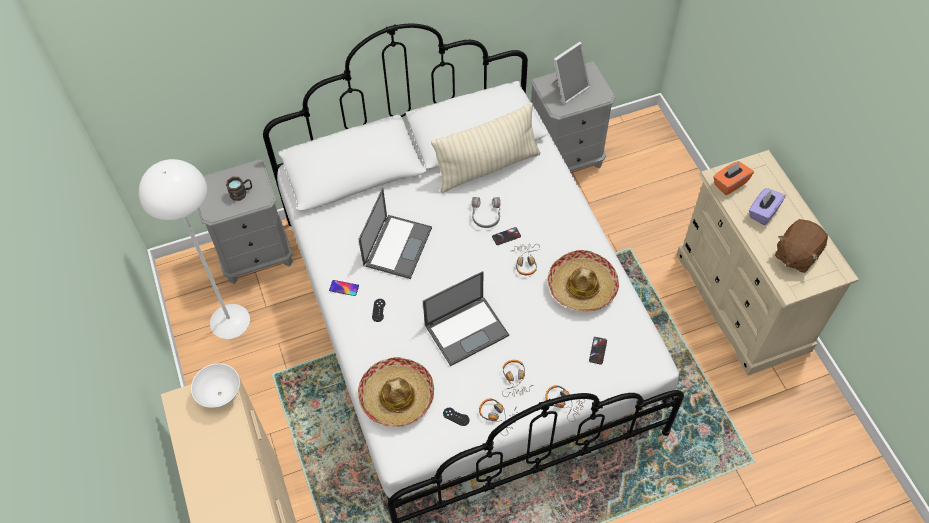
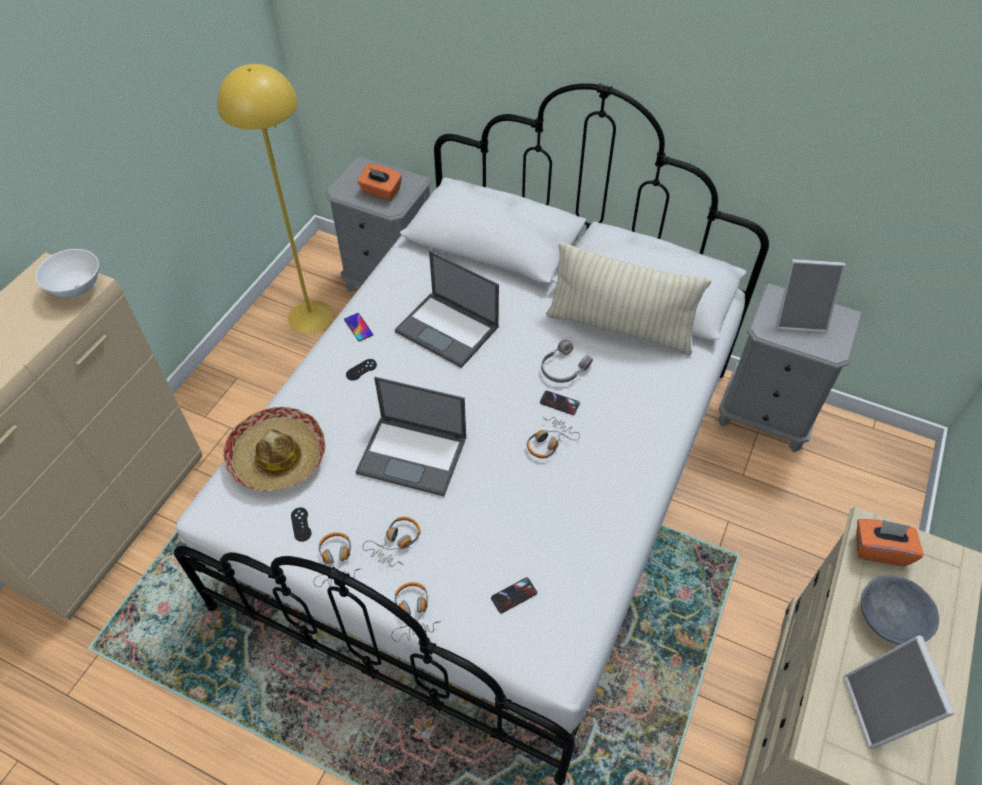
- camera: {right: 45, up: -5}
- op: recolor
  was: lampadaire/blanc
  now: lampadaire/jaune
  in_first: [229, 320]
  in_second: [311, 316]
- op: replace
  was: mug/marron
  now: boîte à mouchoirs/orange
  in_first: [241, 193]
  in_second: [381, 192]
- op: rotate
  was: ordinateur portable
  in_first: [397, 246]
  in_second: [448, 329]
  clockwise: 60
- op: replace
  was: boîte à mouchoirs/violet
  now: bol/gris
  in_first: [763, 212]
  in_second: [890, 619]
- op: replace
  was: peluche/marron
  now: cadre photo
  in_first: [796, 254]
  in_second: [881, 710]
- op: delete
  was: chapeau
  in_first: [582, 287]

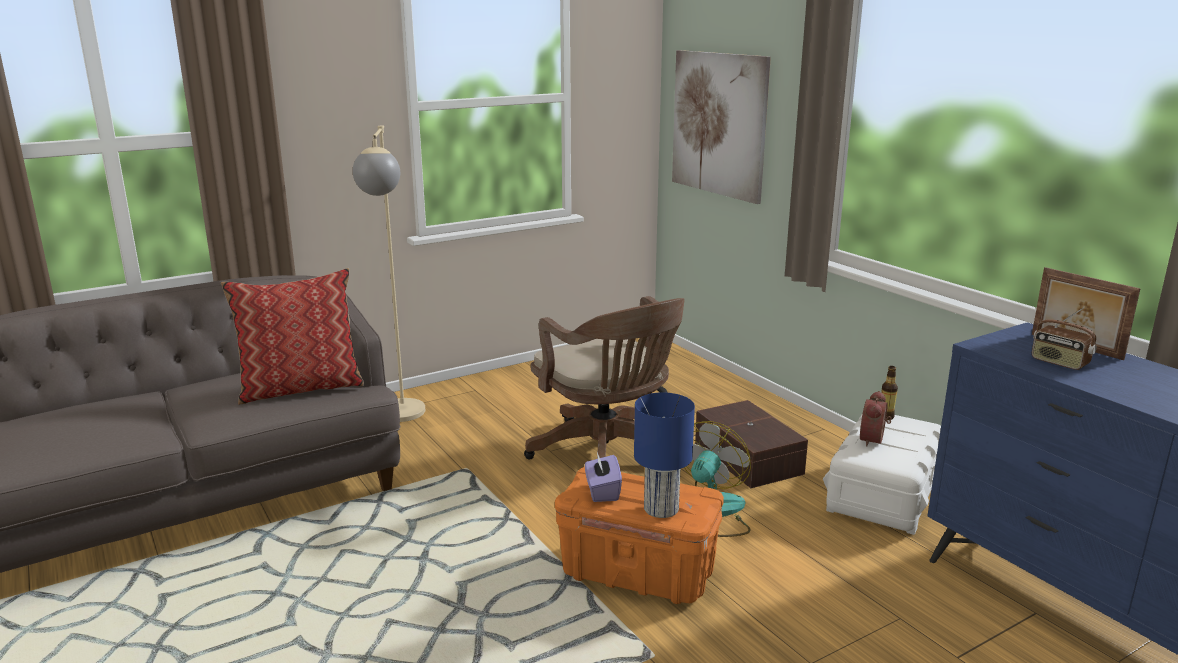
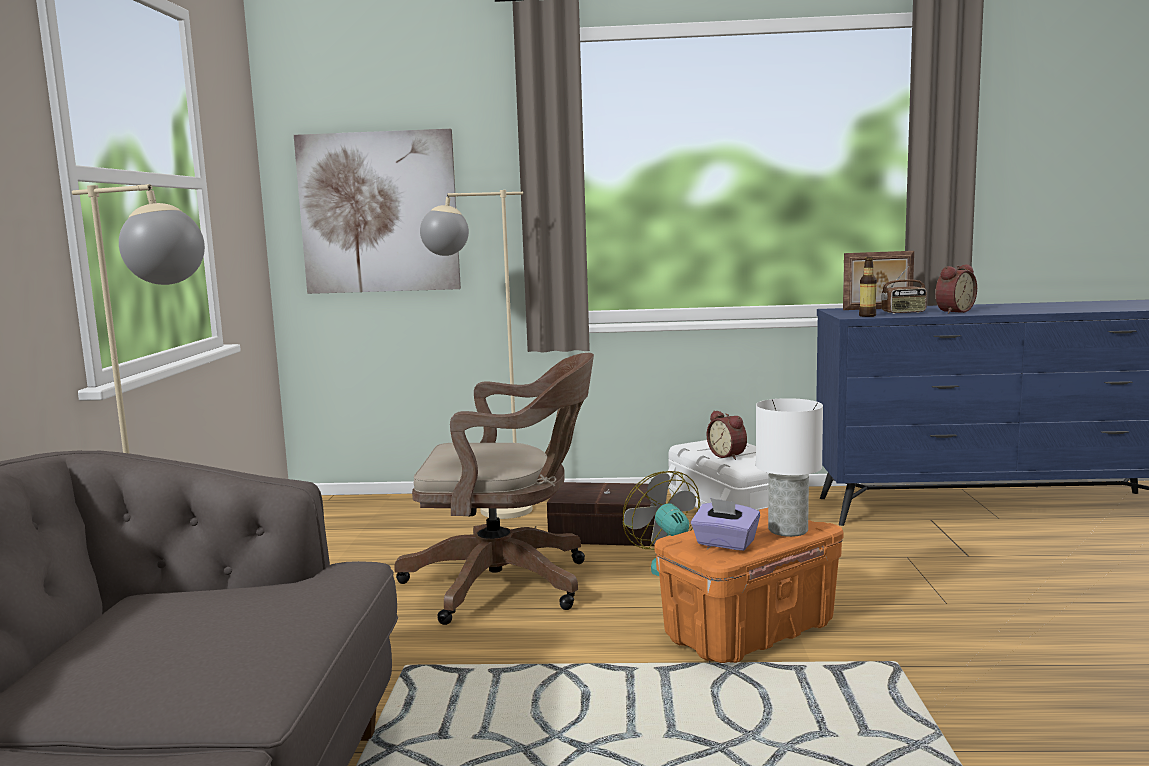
- camera: {right: -55, up: -10}
- op: delete
  was: coussin
  in_first: [301, 388]
- op: move
  was: bouteille
  in_first: [885, 417]
  in_second: [867, 316]
- op: recolor
  was: lampe de table/bleu
  now: lampe de table/blanc
  in_first: [660, 509]
  in_second: [787, 530]
- op: insert
  now: lampadaire/beige
  in_second: [487, 512]
- op: insert
  now: réveil
  in_second: [952, 311]

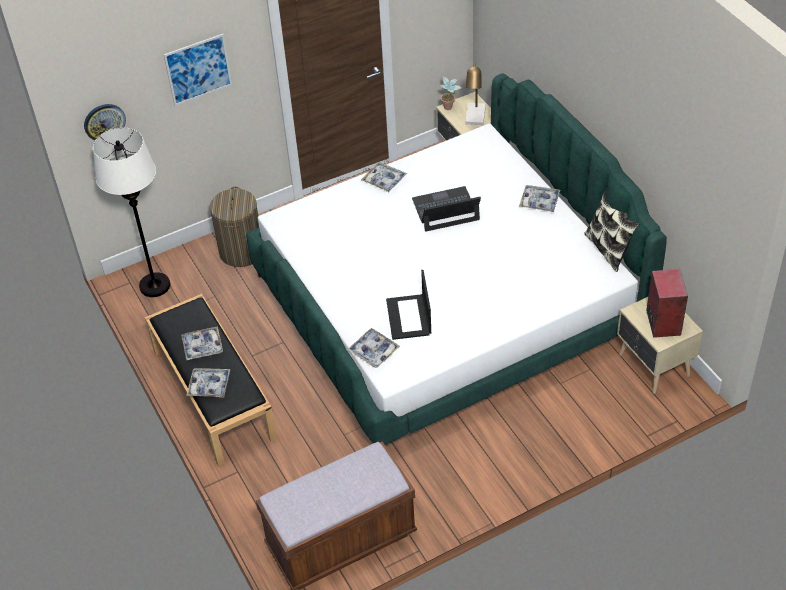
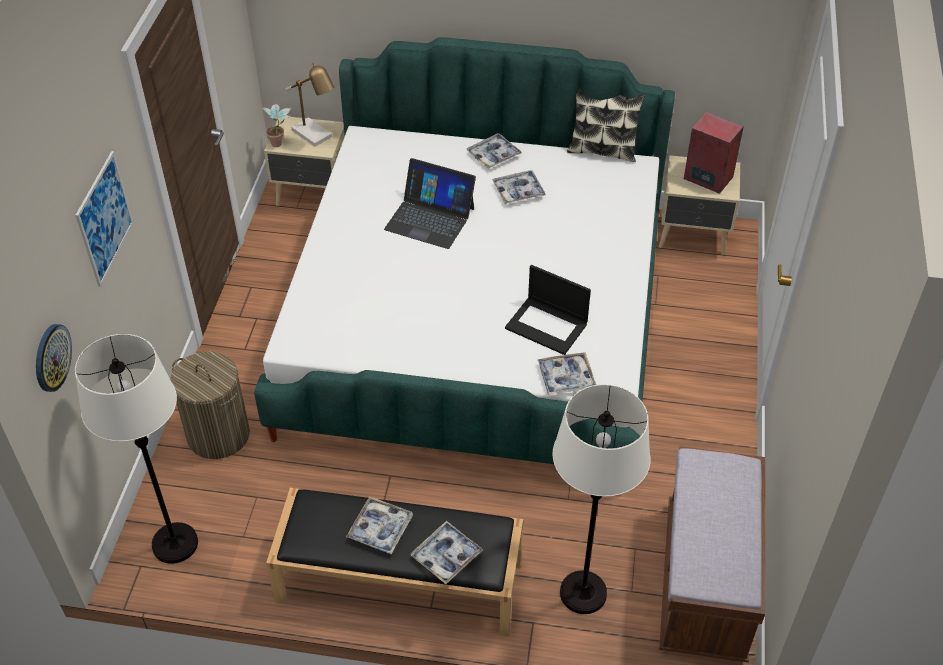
- camera: {right: -55, up: 0}
- op: move
  was: plateau
  in_first: [384, 180]
  in_second: [518, 191]
- op: rotate
  was: ordinateur portable
  in_first: [445, 210]
  in_second: [430, 218]
  clockwise: -90
- op: insert
  now: lampadaire/blanc
  in_second: [582, 593]

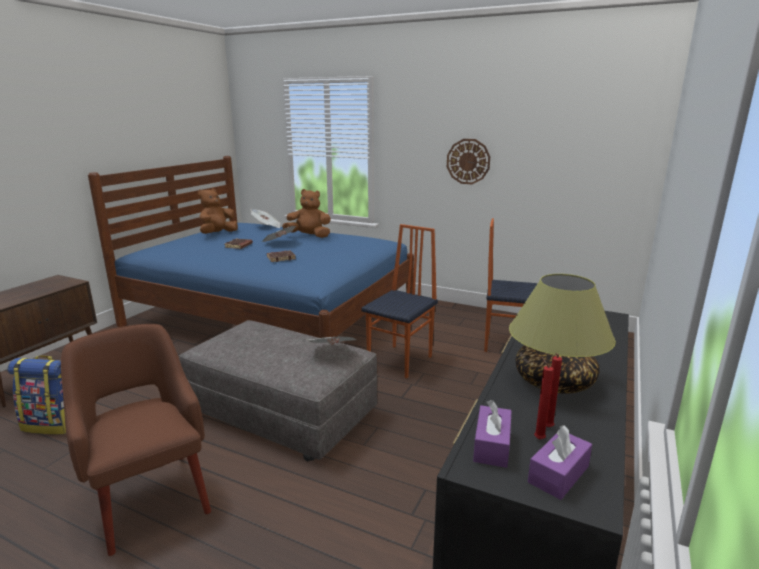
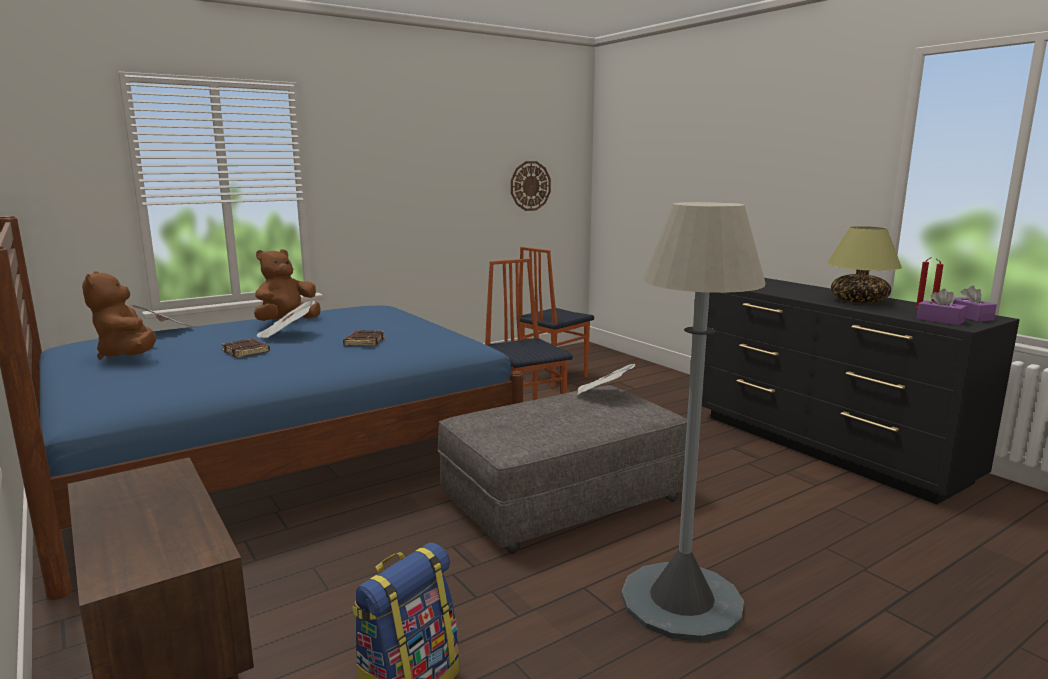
- camera: {right: -60, up: -5}
- op: move
  was: horloge murale
  in_first: [468, 161]
  in_second: [530, 186]
- op: replace
  was: fauteuil/marron
  now: lampadaire/gris
  in_first: [150, 498]
  in_second: [681, 601]

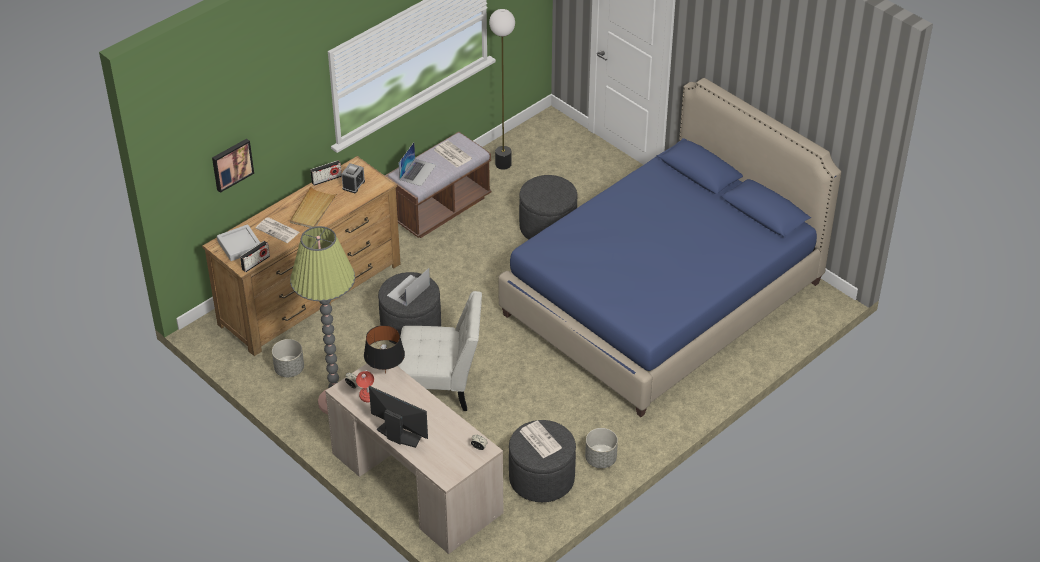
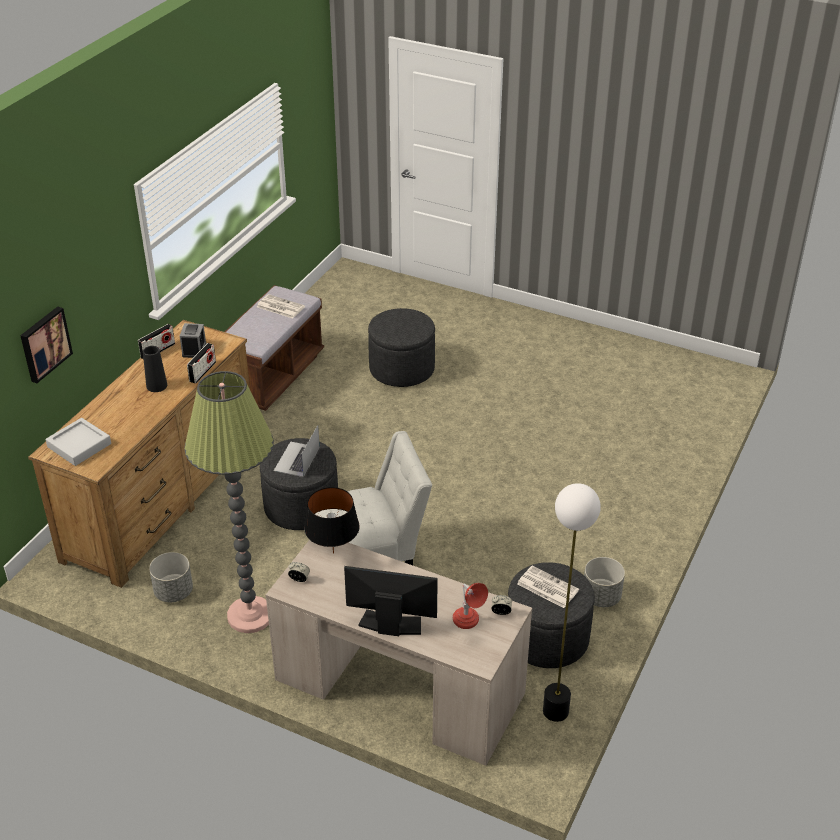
- camera: {right: -20, up: -5}
- op: move
  was: lampadaire
  in_first: [503, 164]
  in_second: [555, 710]
- op: delete
  was: lit/bleu
  in_first: [662, 298]
- op: delete
  was: ordinateur portable
  in_first: [417, 172]
- op: replace
  was: plateau/beige
  now: vase/noir
  in_first: [313, 210]
  in_second: [156, 386]
- op: delete
  was: journal
  in_first: [278, 230]
- op: move
  was: radio
  in_first: [256, 263]
  in_second: [202, 372]
- op: move
  was: lampe de table/rouge
  in_first: [368, 400]
  in_second: [468, 625]

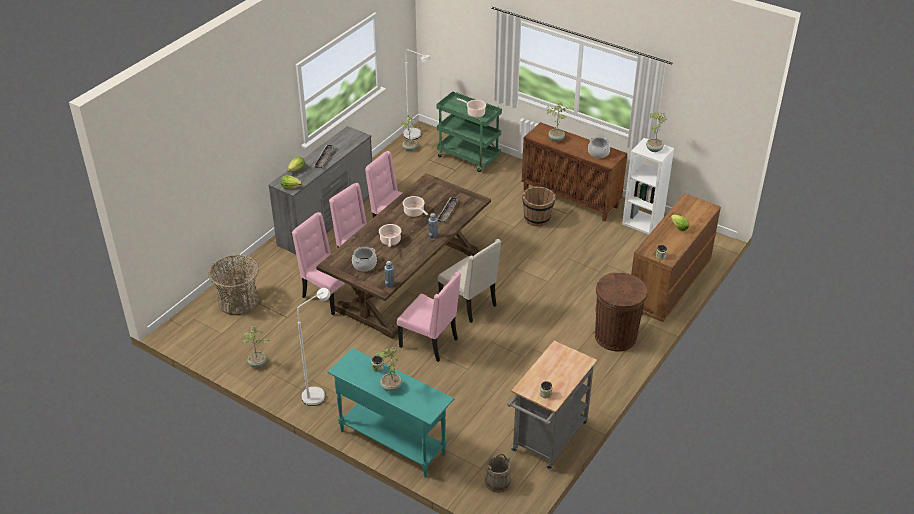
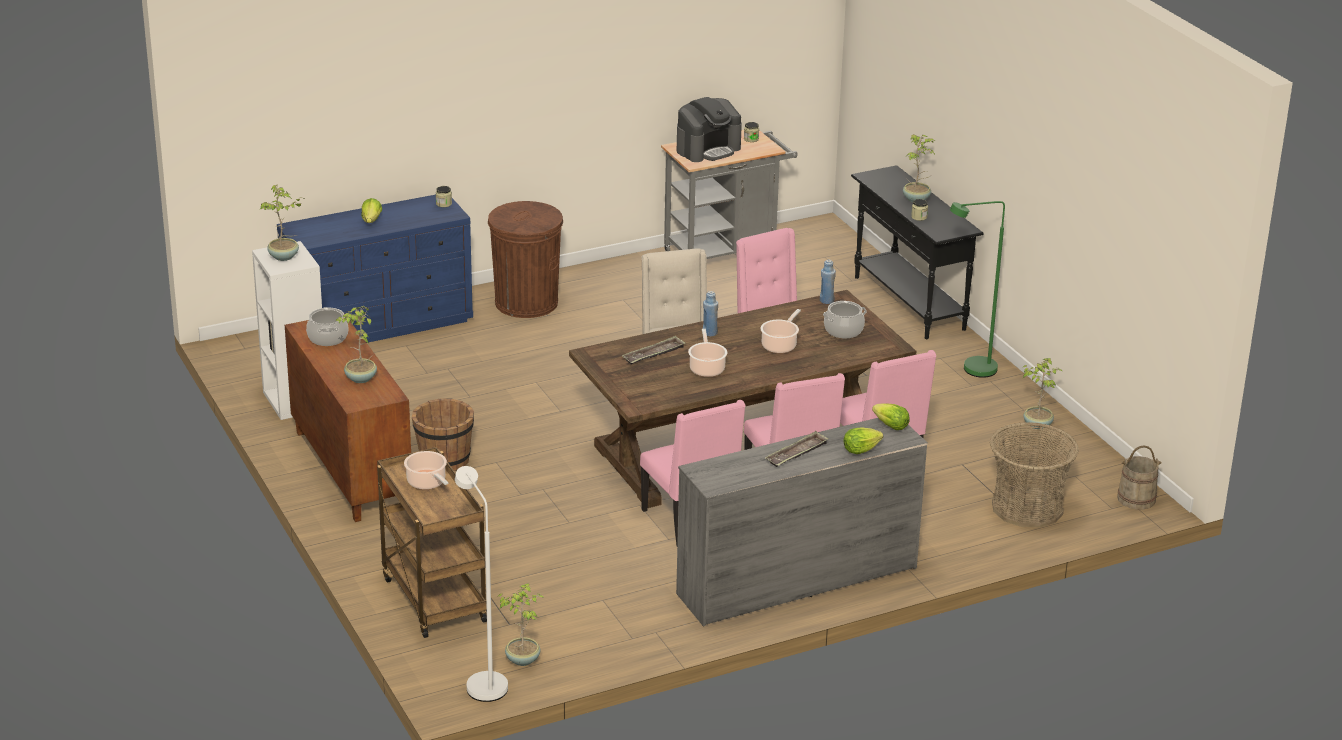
- camera: {right: -150, up: -10}
- op: recolor
  was: chariot/vert
  now: chariot/marron
  in_first: [469, 158]
  in_second: [432, 598]
- op: recolor
  was: commode/marron
  now: commode/bleu
  in_first: [668, 285]
  in_second: [380, 324]
- op: recolor
  was: lampadaire/blanc
  now: lampadaire/vert
  in_first: [318, 394]
  in_second: [971, 370]
- op: recolor
  was: table console/turquoise
  now: table console/noir
  in_first: [392, 442]
  in_second: [909, 303]
- op: move
  was: seau/beige
  in_first: [498, 482]
  in_second: [1136, 498]
- op: insert
  now: machine à café
  in_second: [708, 149]

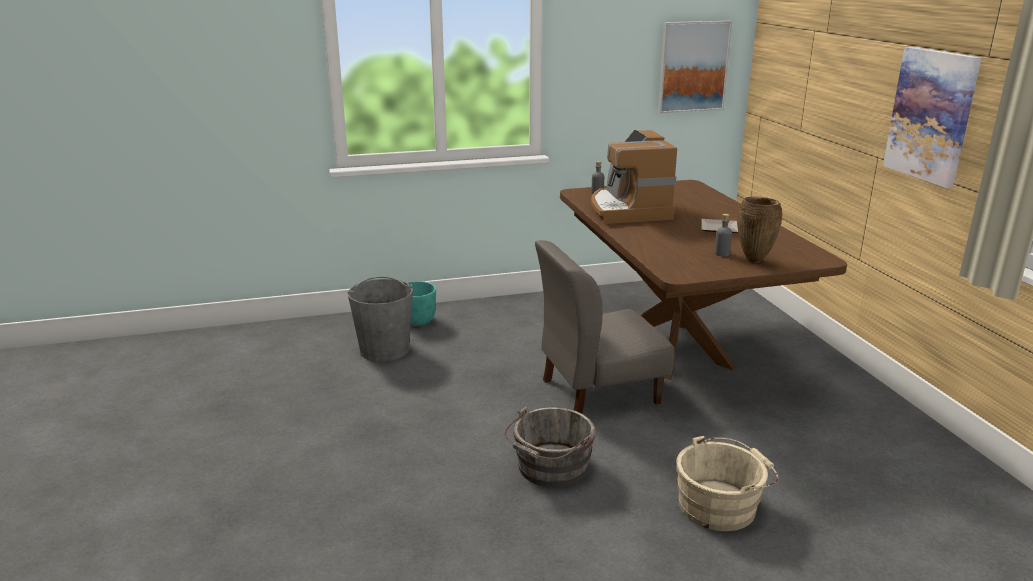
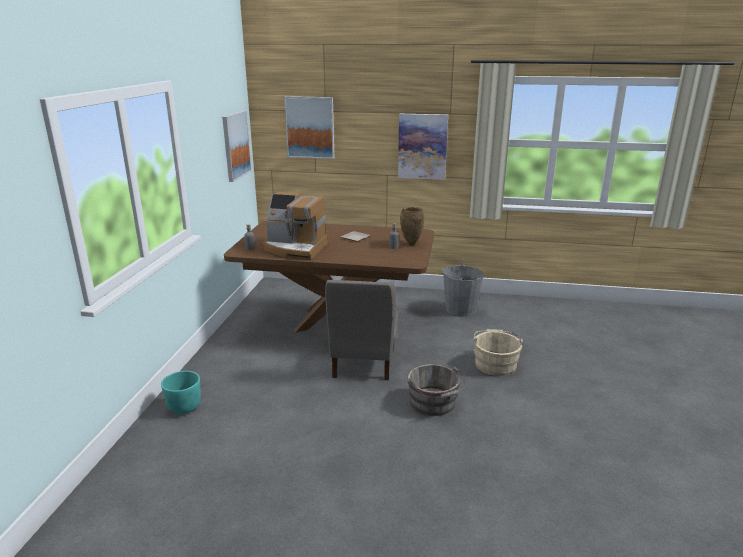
- camera: {right: -65, up: 0}
- op: move
  was: seau/gris
  in_first: [384, 349]
  in_second: [460, 309]
- op: insert
  now: tableau
  in_second: [310, 127]

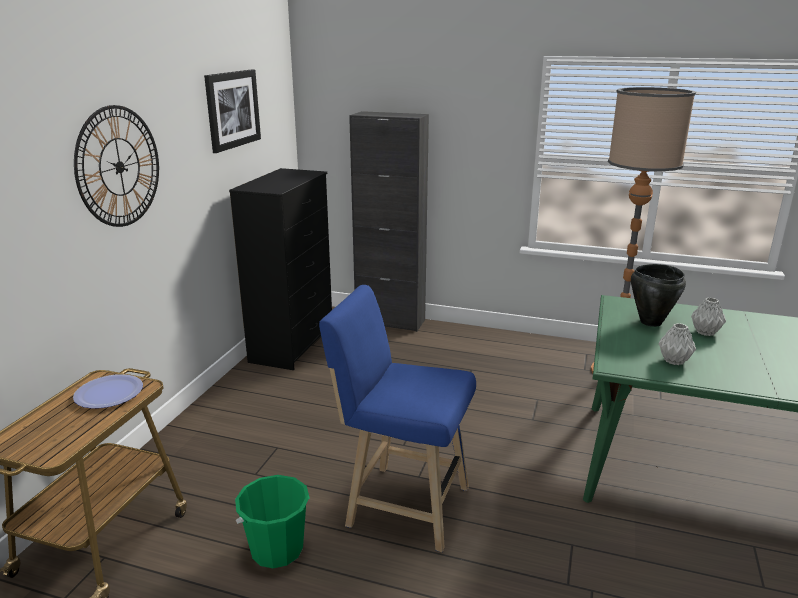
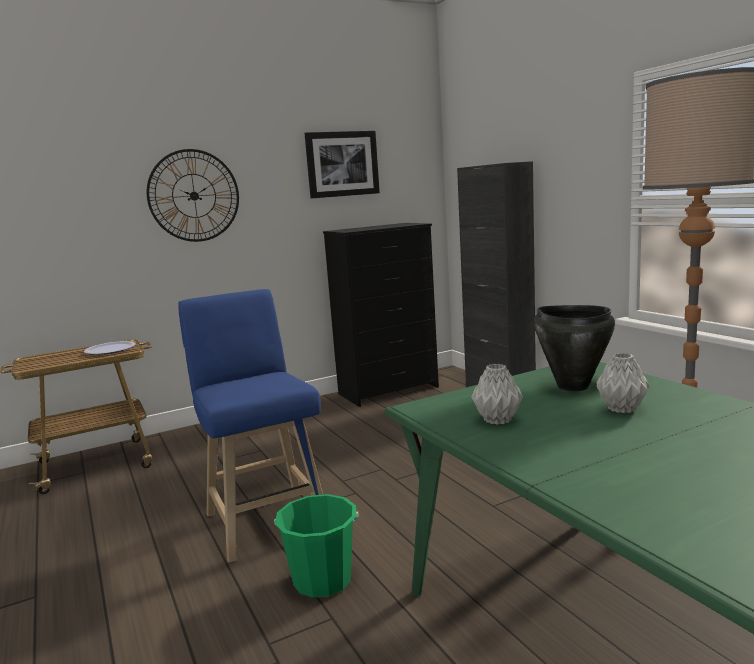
- camera: {right: 45, up: -10}
- op: move
  was: seau/vert
  in_first: [277, 549]
  in_second: [322, 580]

